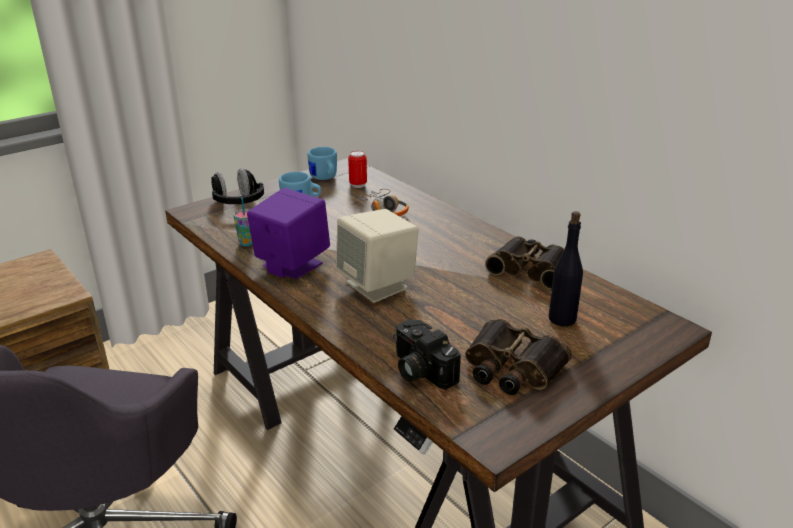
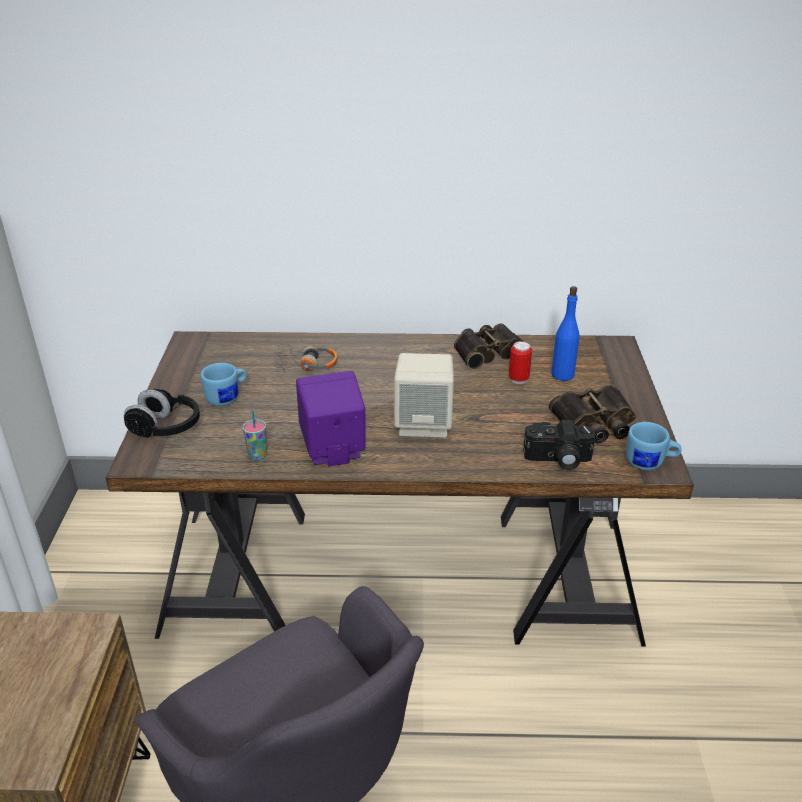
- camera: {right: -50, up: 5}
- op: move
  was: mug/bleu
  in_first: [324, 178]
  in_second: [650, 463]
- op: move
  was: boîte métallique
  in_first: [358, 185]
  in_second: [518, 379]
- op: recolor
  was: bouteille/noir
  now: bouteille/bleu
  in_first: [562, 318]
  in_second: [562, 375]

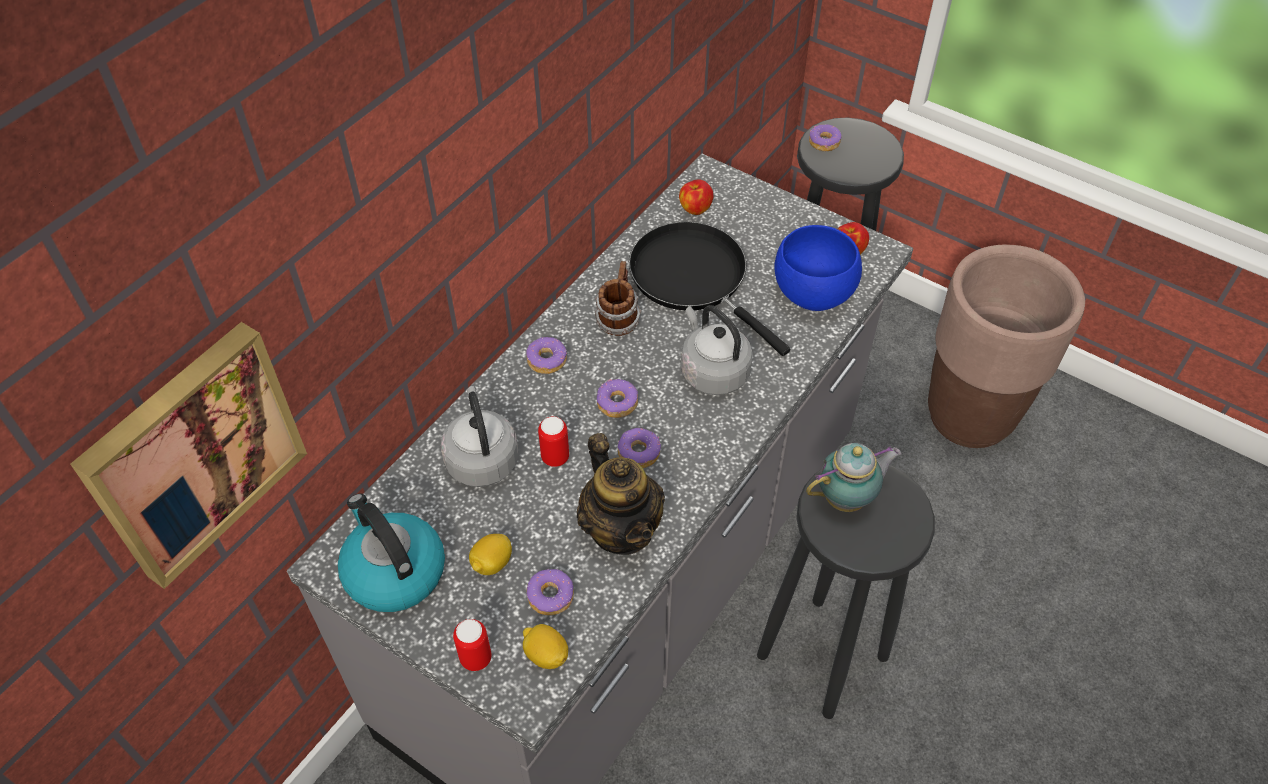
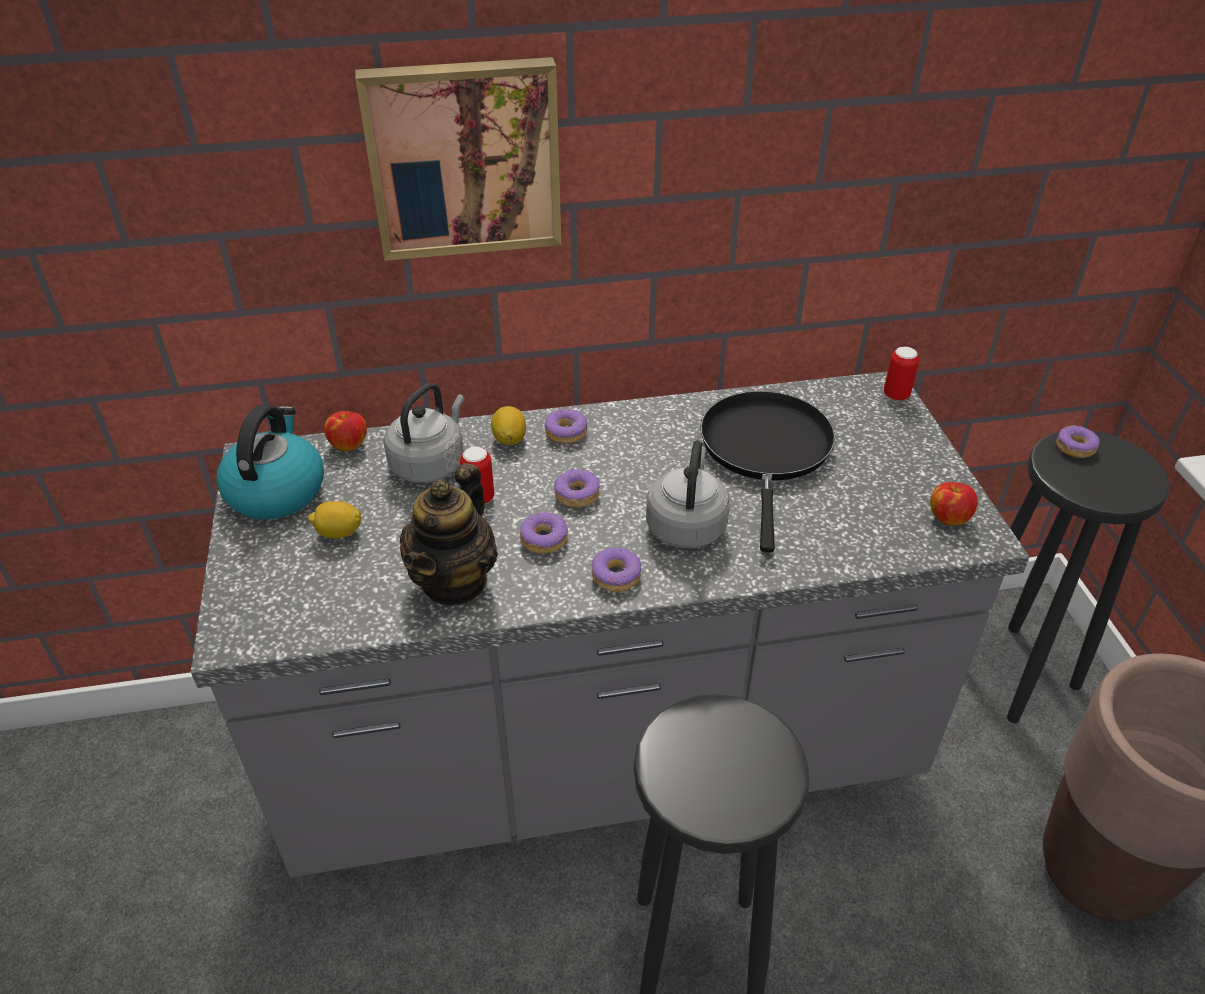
- camera: {right: 45, up: -10}
- op: move
  was: pomme
  in_first: [695, 208]
  in_second: [349, 445]
- op: delete
  was: bol/bleu
  in_first: [812, 296]
- op: delete
  was: mug
  in_first: [618, 319]
- op: move
  was: tableau
  in_first: [193, 452]
  in_second: [464, 158]
- op: delete
  was: théière
  in_first: [848, 498]
- op: move
  was: beignet
  in_first: [551, 596]
  in_second: [616, 576]
- op: move
  was: boîte métallique
  in_first: [476, 658]
  in_second: [896, 395]
- op: move
  was: citron
  in_first: [546, 655]
  in_second: [509, 439]

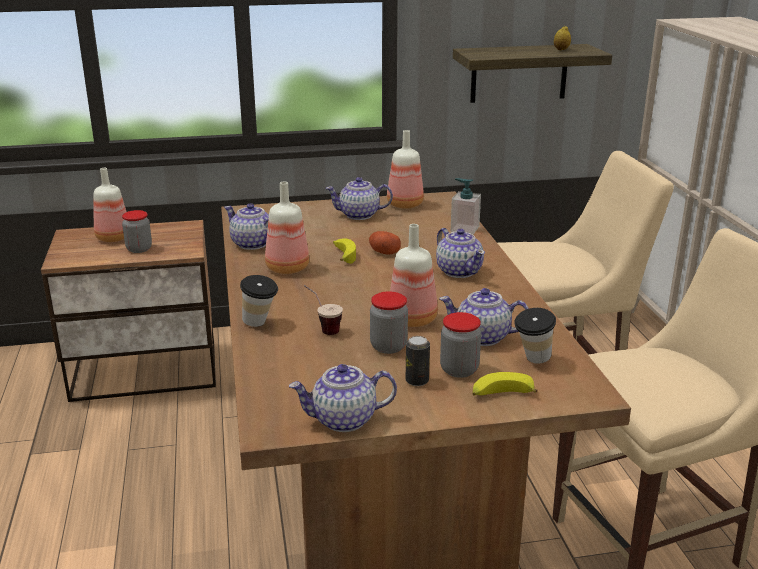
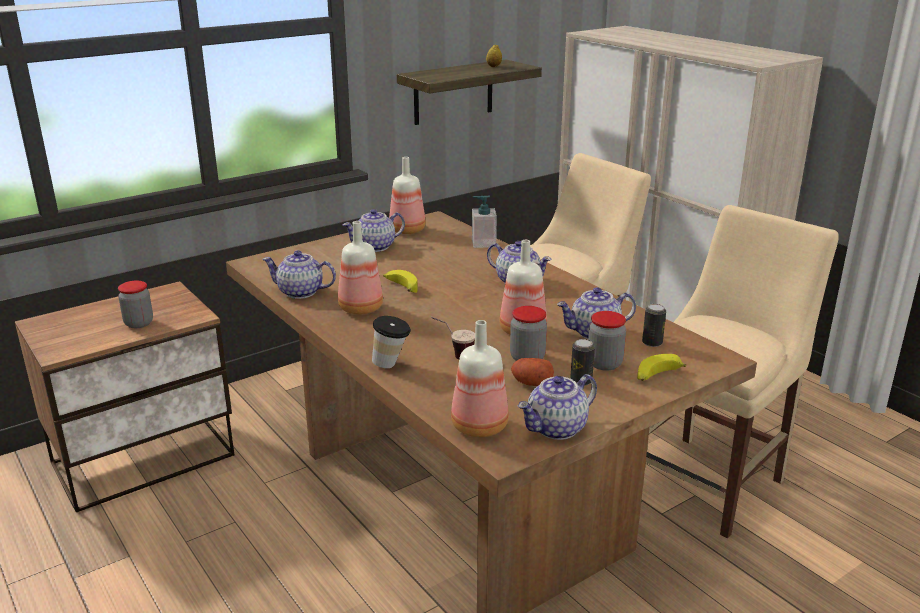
- camera: {right: -25, up: 0}
- op: move
  was: bouteille
  in_first: [113, 237]
  in_second: [477, 426]
- op: move
  was: pomme de terre
  in_first: [383, 251]
  in_second: [531, 382]
- op: replace
  was: tasse
  now: boîte métallique
  in_first: [532, 360]
  in_second: [652, 343]

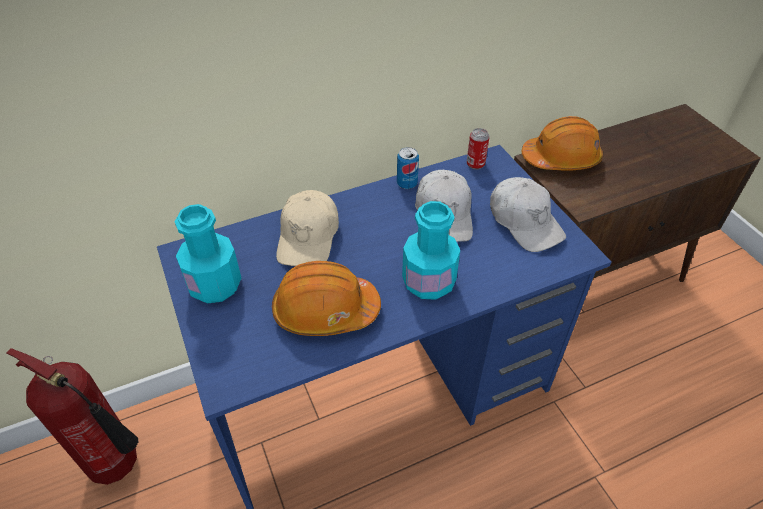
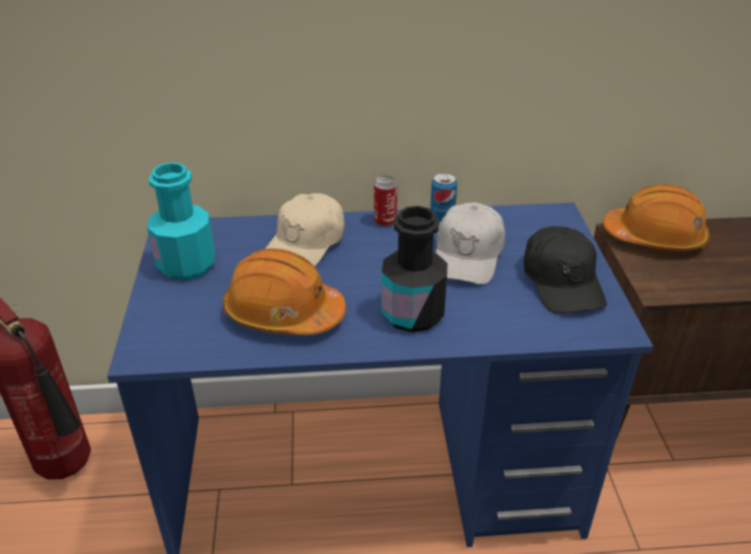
- camera: {right: 20, up: -10}
- op: move
  was: boîte métallique
  in_first: [475, 164]
  in_second: [385, 221]
- op: recolor
  was: casquette/blanc
  now: casquette/noir
  in_first: [525, 222]
  in_second: [562, 282]
- op: recolor
  was: bouteille/turquoise
  now: bouteille/noir
  in_first: [428, 282]
  in_second: [413, 314]

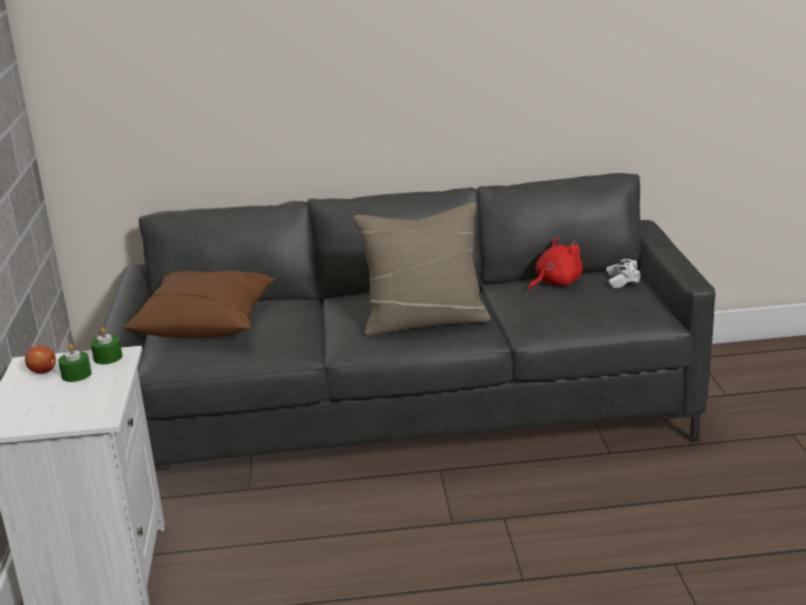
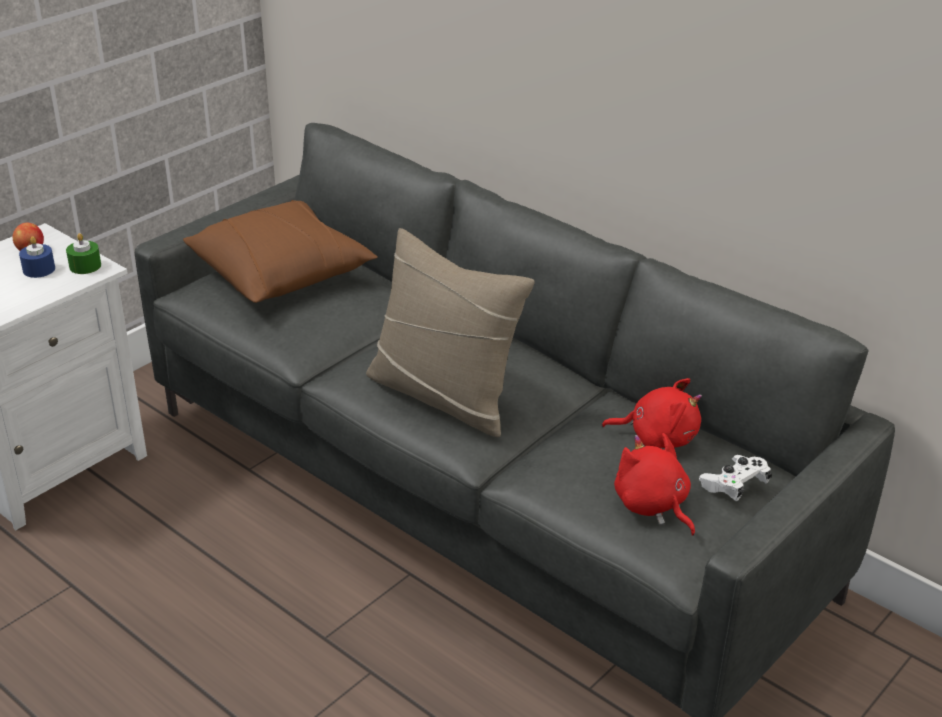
- camera: {right: 45, up: 10}
- op: recolor
  was: bougie/vert
  now: bougie/bleu
  in_first: [76, 375]
  in_second: [39, 269]
- op: insert
  now: peluche/rouge
  in_second: [652, 506]

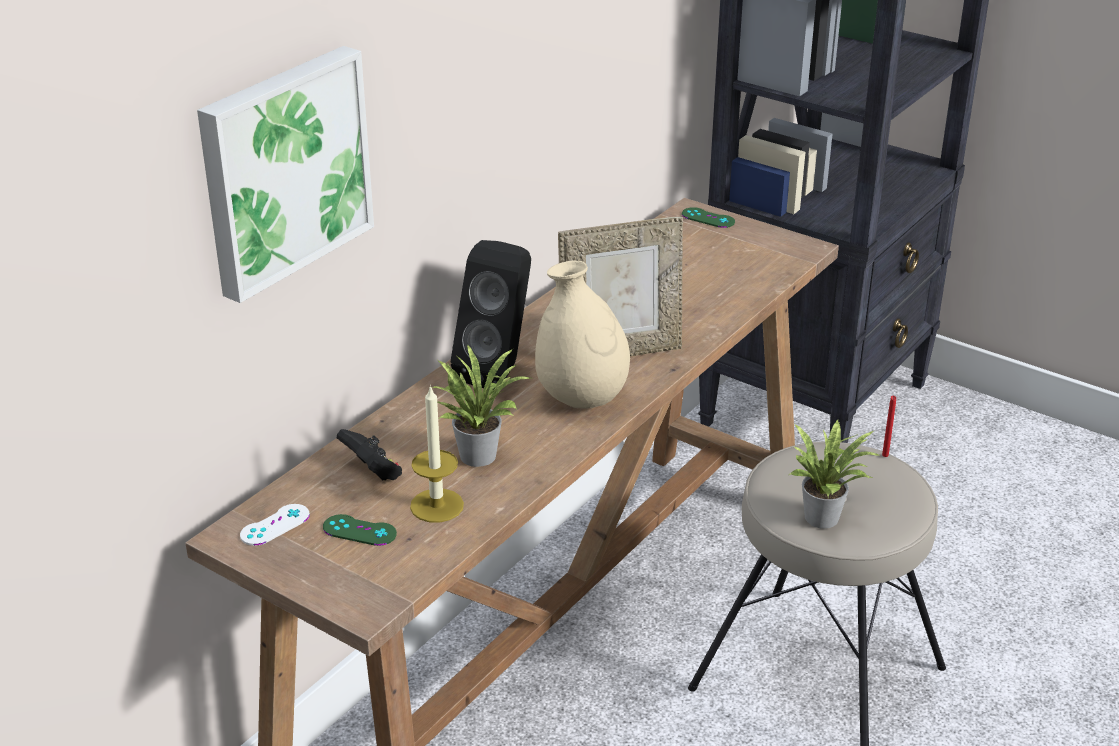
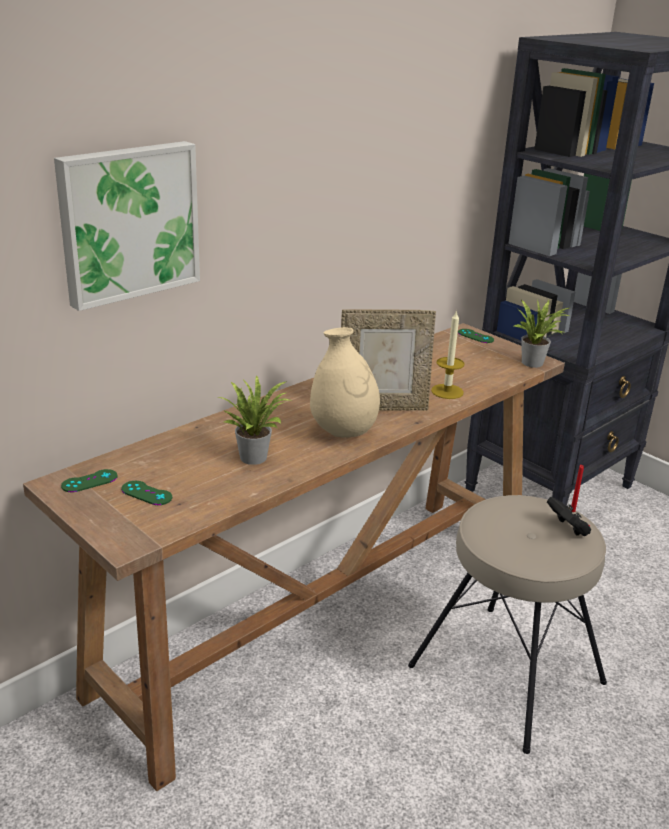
- camera: {right: 10, up: -5}
- op: delete
  was: enceinte/noir
  in_first: [499, 372]
- op: move
  was: bougie
  in_first: [437, 505]
  in_second: [447, 391]
- op: move
  was: plante en pot
  in_first: [826, 517]
  in_second: [535, 363]
- op: move
  was: manette/noir
  in_first: [373, 472]
  in_second: [568, 529]
- op: recolor
  was: manette/blanc
  now: manette/vert
  in_first: [275, 525]
  in_second: [89, 481]

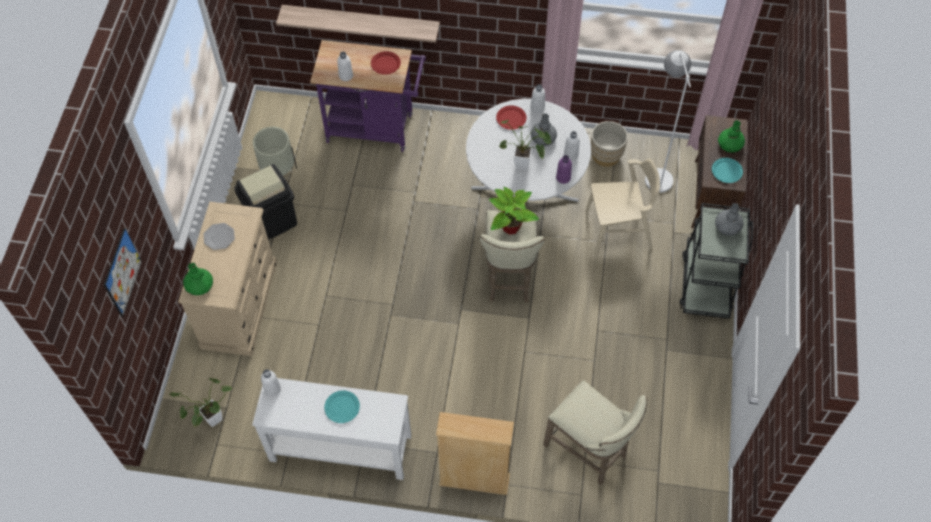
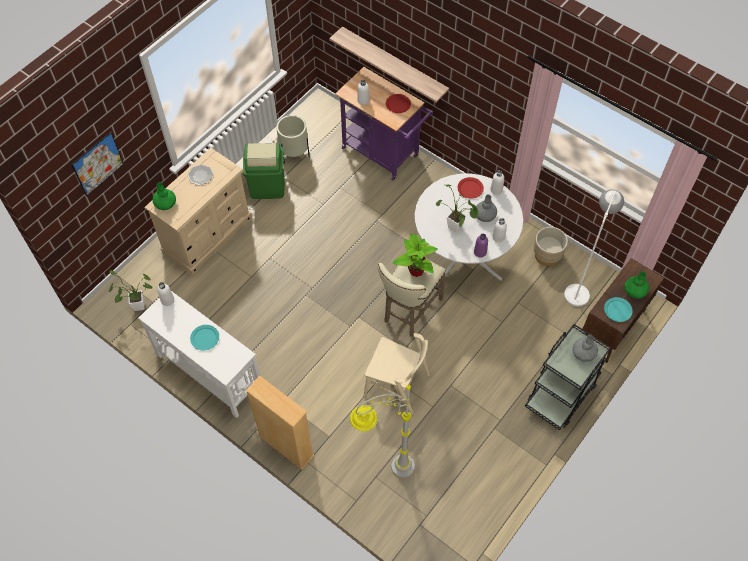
- camera: {right: 30, up: 0}
- op: move
  was: chaise/beige
  in_first: [618, 229]
  in_second: [397, 385]
- op: recolor
  was: poubelle/noir
  now: poubelle/vert
  in_first: [272, 220]
  in_second: [267, 186]
- op: replace
  was: tabouret/beige
  now: lampadaire/gris
  in_first: [589, 452]
  in_second: [383, 472]

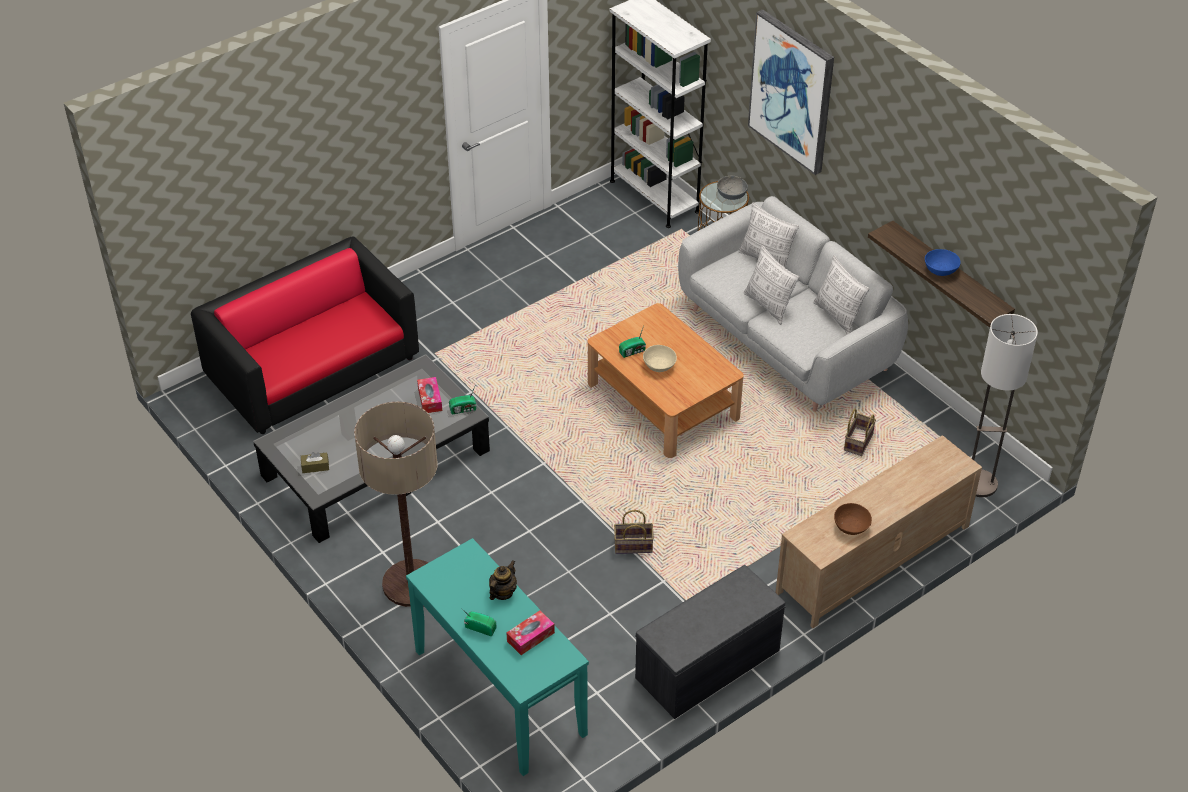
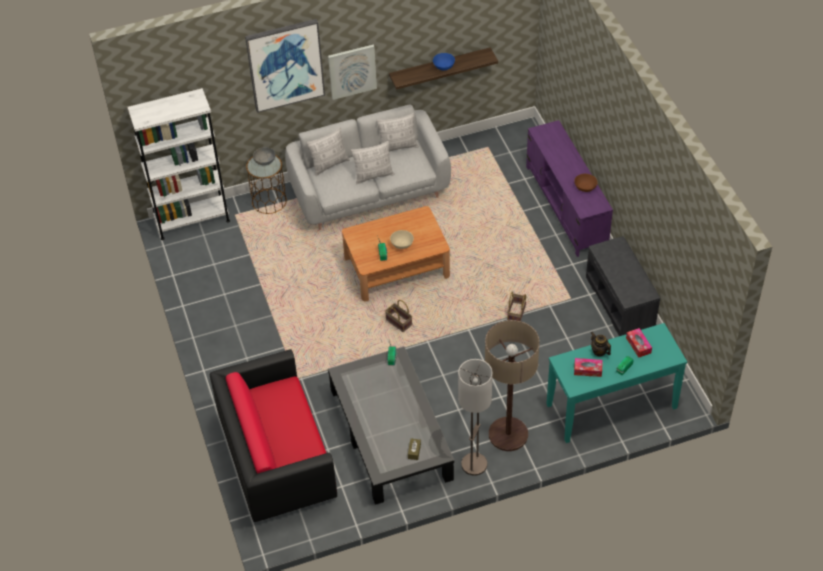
- camera: {right: -70, up: 5}
- op: move
  was: lampadaire
  in_first: [979, 484]
  in_second: [474, 464]
- op: move
  was: boîte à mouchoirs
  in_first: [430, 399]
  in_second: [587, 370]
- op: move
  was: panier
  in_first: [858, 441]
  in_second: [398, 322]
- op: recolor
  was: meuble télé/beige
  now: meuble télé/violet
  in_first: [873, 559]
  in_second: [566, 206]
- op: insert
  now: tableau
  in_second: [352, 71]

